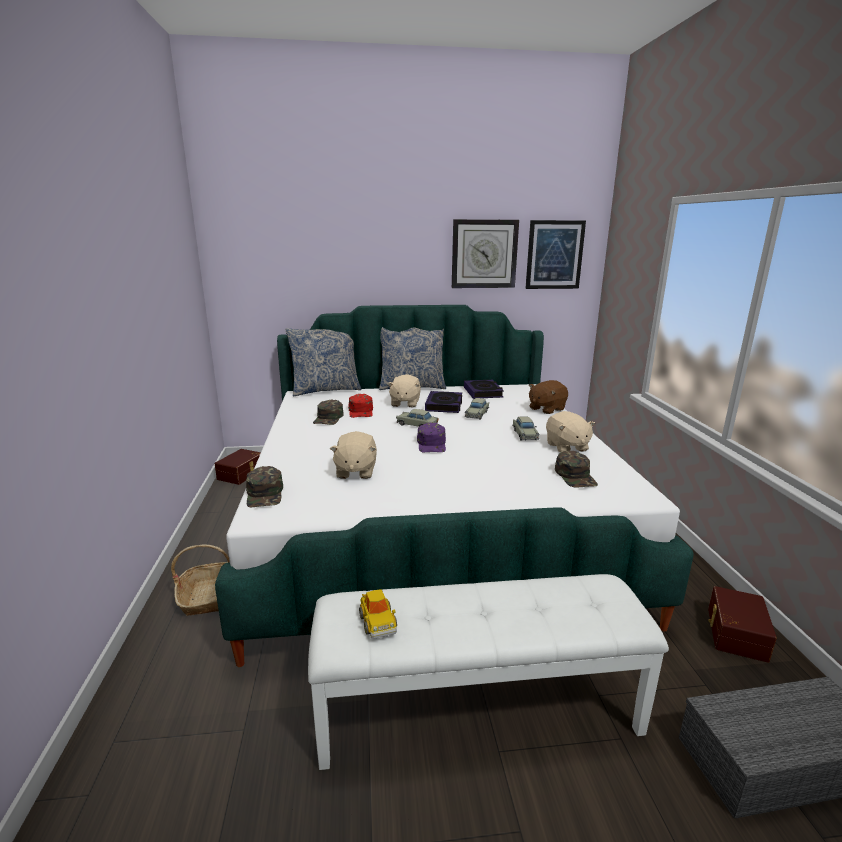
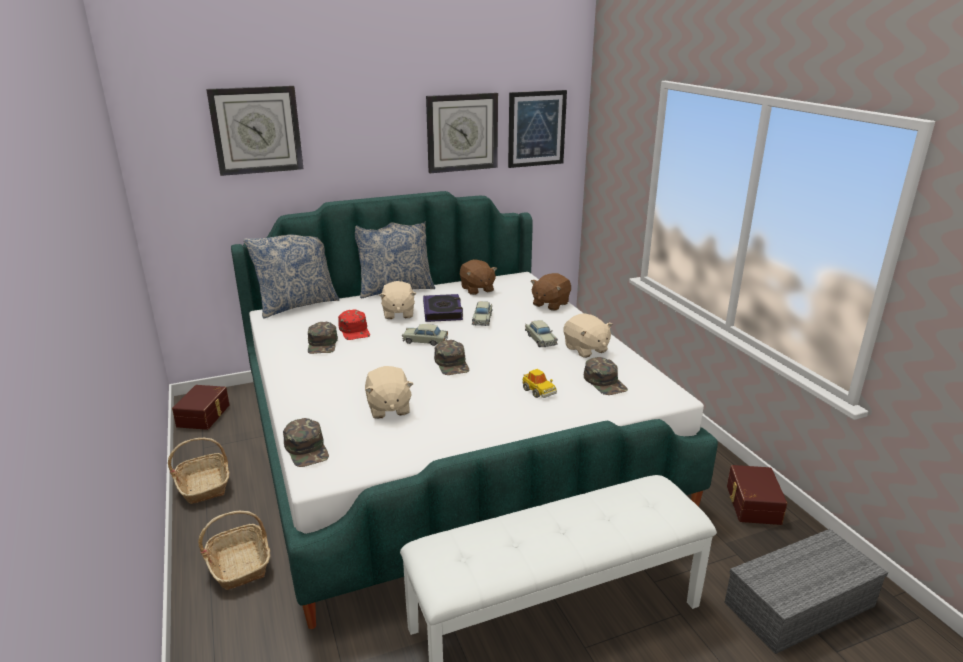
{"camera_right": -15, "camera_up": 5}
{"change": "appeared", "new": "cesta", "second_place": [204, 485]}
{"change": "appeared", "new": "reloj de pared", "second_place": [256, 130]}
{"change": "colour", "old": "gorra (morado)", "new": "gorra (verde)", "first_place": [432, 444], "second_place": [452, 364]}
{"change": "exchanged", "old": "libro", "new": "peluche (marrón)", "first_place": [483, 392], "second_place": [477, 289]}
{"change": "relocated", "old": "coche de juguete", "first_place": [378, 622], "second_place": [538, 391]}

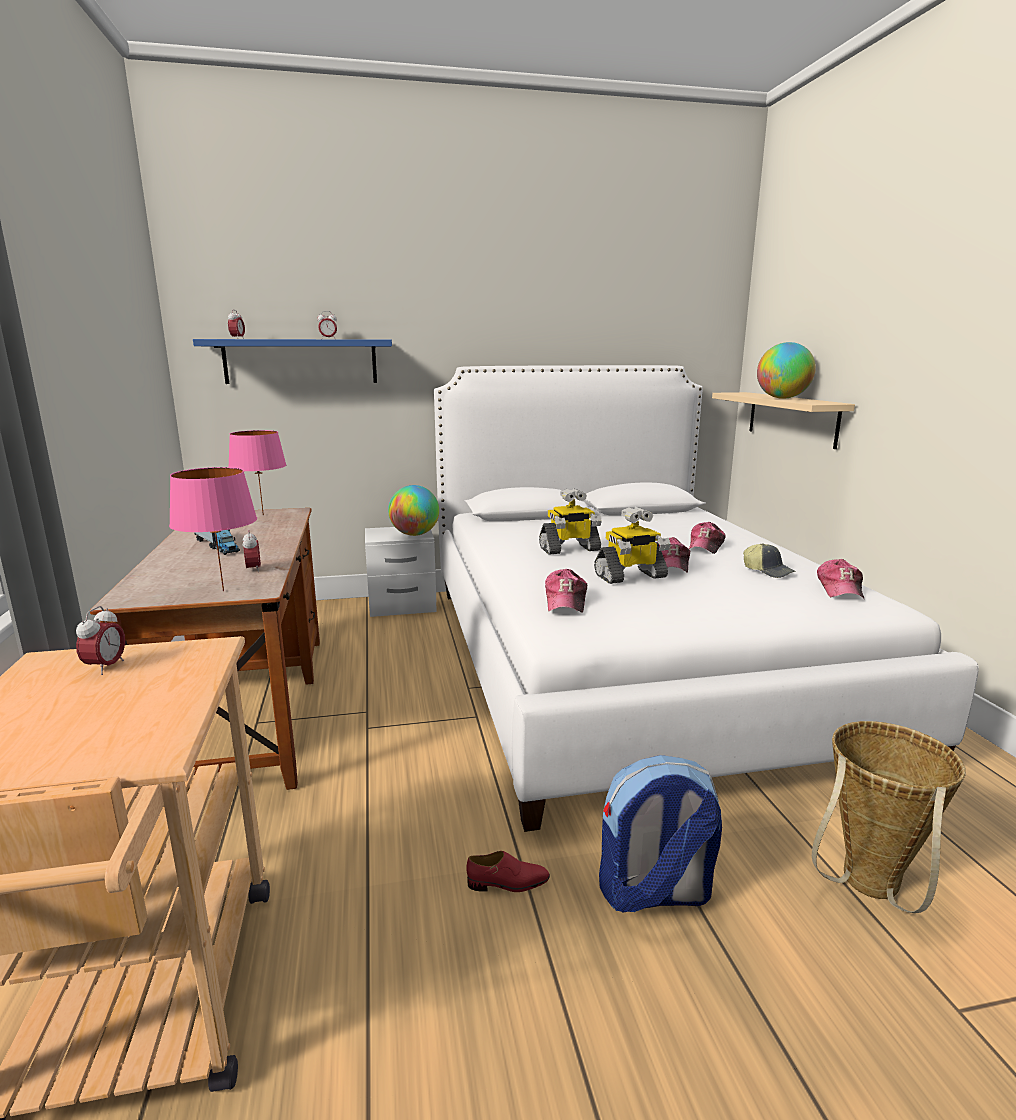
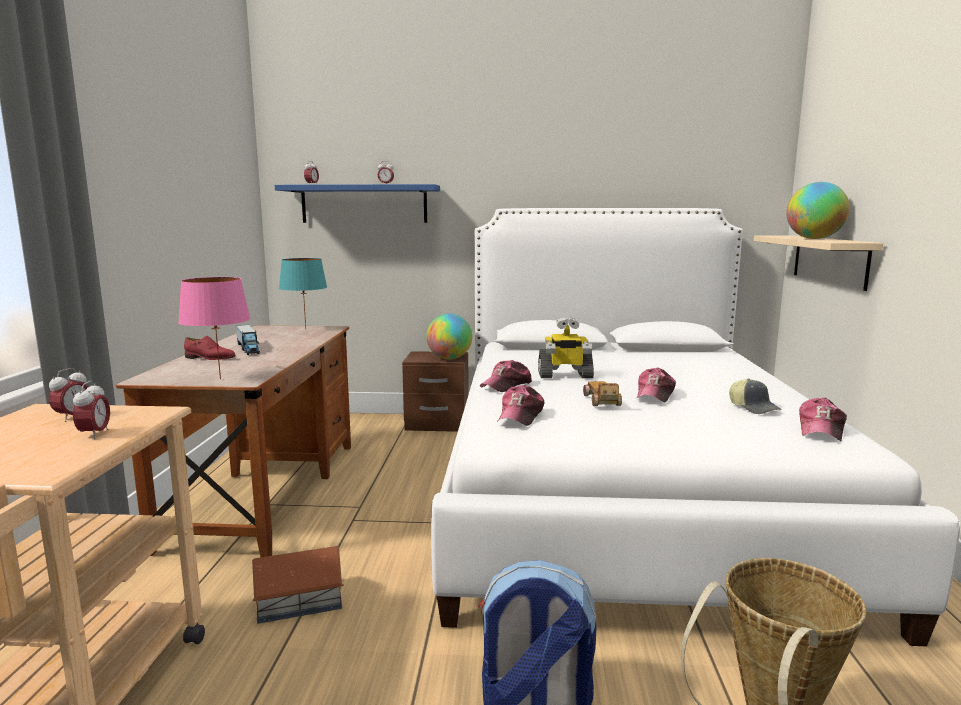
{"camera_right": 15, "camera_up": -5}
{"change": "relocated", "old": "despertador", "first_place": [253, 570], "second_place": [94, 434]}
{"change": "relocated", "old": "zapato (rojo)", "first_place": [508, 883], "second_place": [210, 358]}
{"change": "appeared", "new": "casita", "second_place": [298, 600]}
{"change": "colour", "old": "lámpara de mesa (rosa)", "new": "lámpara de mesa (turquesa)", "first_place": [262, 515], "second_place": [305, 329]}
{"change": "colour", "old": "mesita de noche (blanco)", "new": "mesita de noche (marrón)", "first_place": [402, 606], "second_place": [437, 424]}
{"change": "relocated", "old": "gorra", "first_place": [705, 546], "second_place": [507, 385]}
{"change": "exchanged", "old": "robot de juguete", "new": "coche de juguete", "first_place": [630, 576], "second_place": [601, 401]}

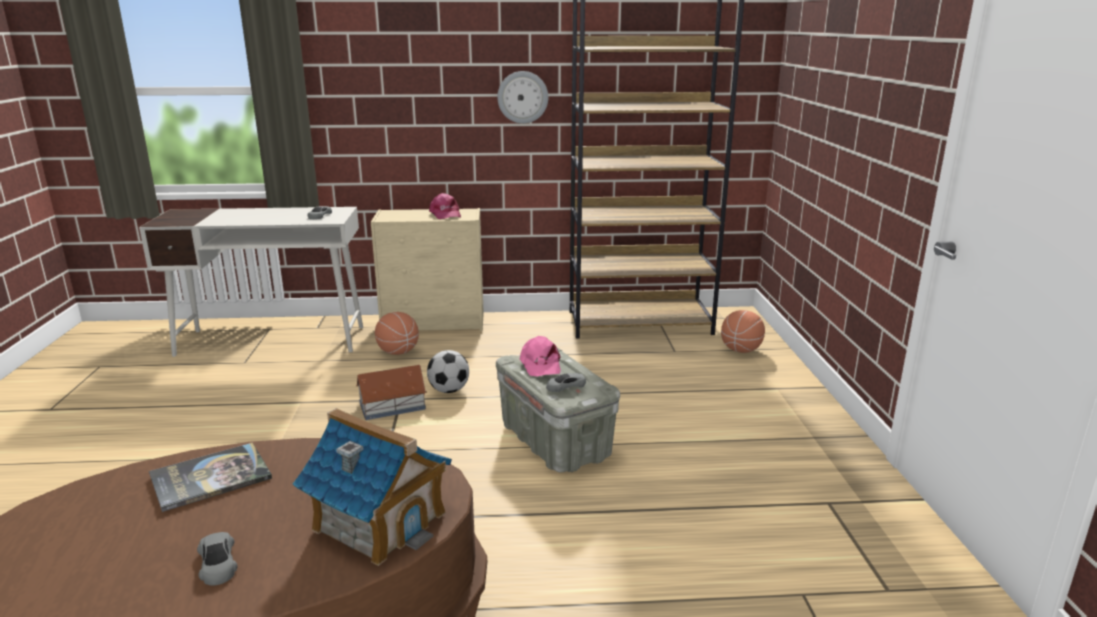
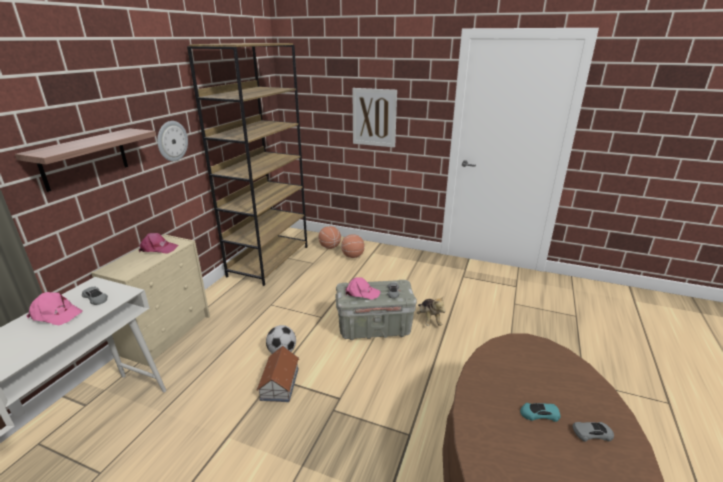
{"camera_right": -65, "camera_up": 5}
{"change": "appeared", "new": "estante", "second_place": [84, 159]}
{"change": "appeared", "new": "gorra (rosa)", "second_place": [56, 314]}
{"change": "relocated", "old": "balón de baloncesto", "first_place": [398, 352], "second_place": [353, 256]}
{"change": "appeared", "new": "cuadro", "second_place": [374, 117]}
{"change": "appeared", "new": "peluche", "second_place": [429, 320]}
{"change": "appeared", "new": "coche de juguete (turquesa)", "second_place": [539, 414]}
{"change": "missing", "old": "libro", "first_place": [211, 477]}
{"change": "missing", "old": "casita", "first_place": [379, 521]}

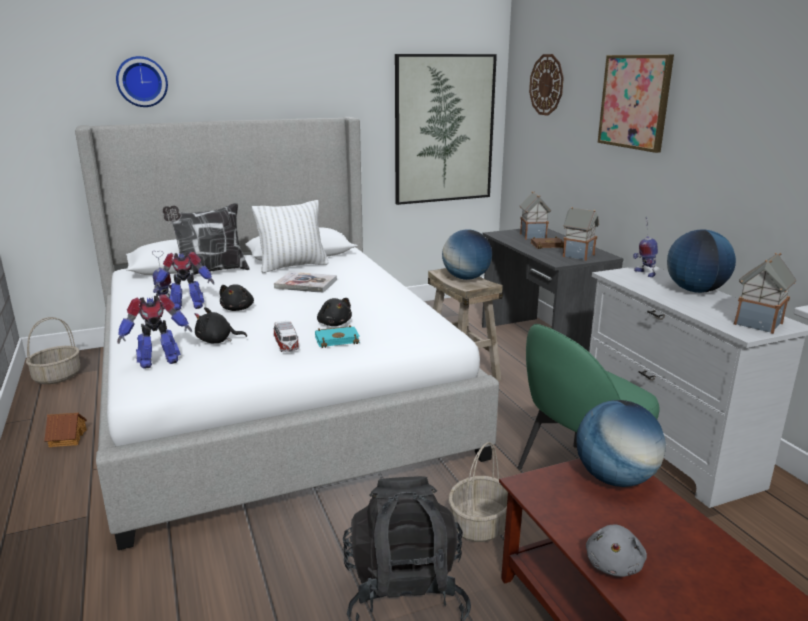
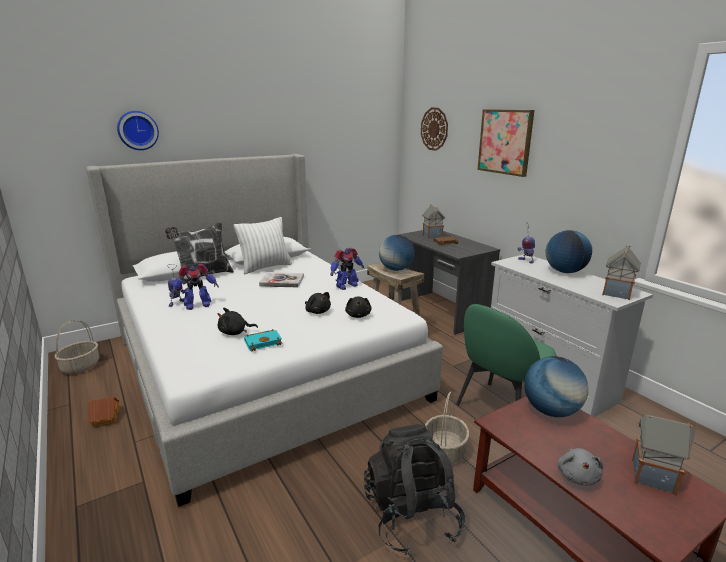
{"camera_right": -10, "camera_up": 0}
{"change": "relocated", "old": "libro (turquesa)", "first_place": [338, 339], "second_place": [263, 342]}
{"change": "relocated", "old": "robot de juguete", "first_place": [158, 361], "second_place": [346, 286]}
{"change": "relocated", "old": "peluche (negro)", "first_place": [238, 309], "second_place": [358, 315]}
{"change": "relocated", "old": "casita", "first_place": [577, 255], "second_place": [651, 476]}
{"change": "missing", "old": "coche de juguete", "first_place": [286, 345]}
{"change": "missing", "old": "cuadro", "first_place": [444, 129]}

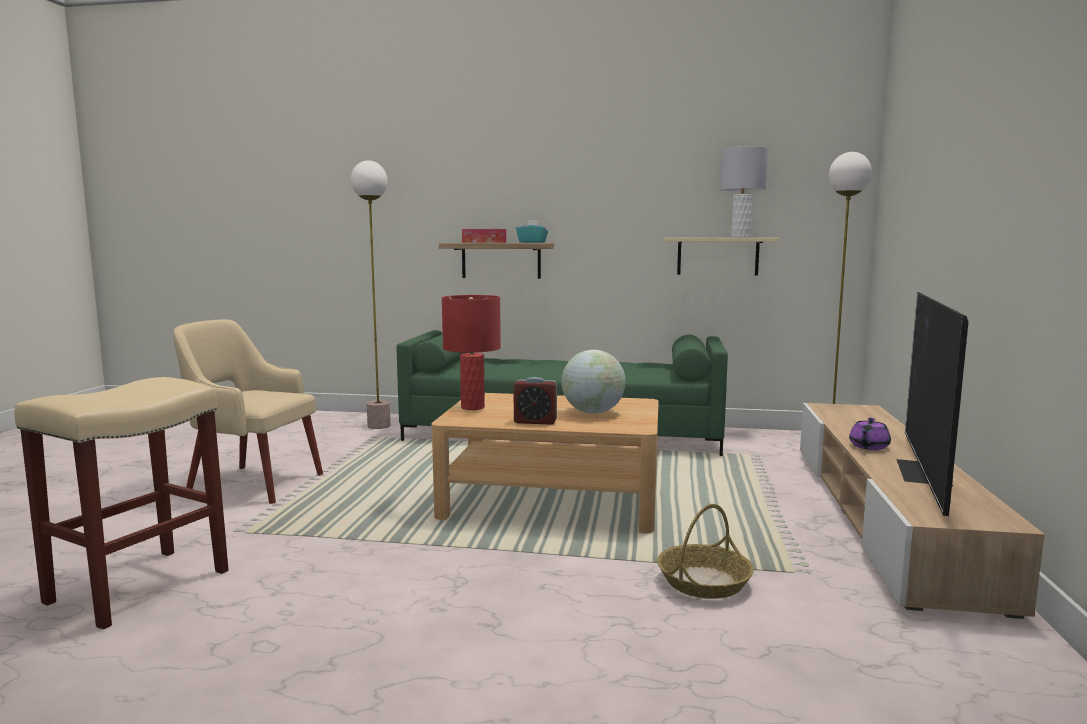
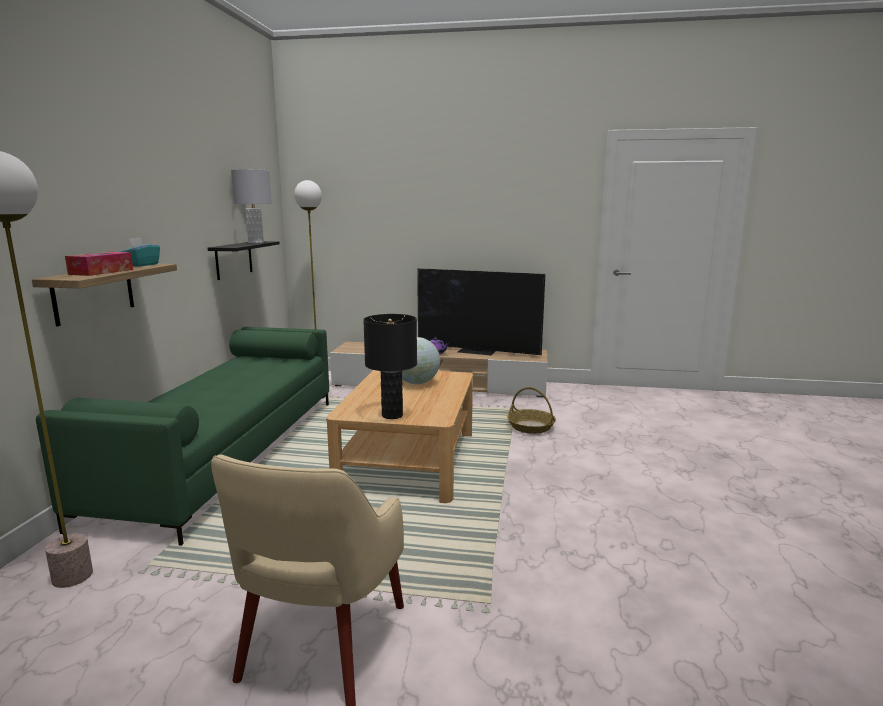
{"camera_right": -90, "camera_up": 5}
{"change": "colour", "old": "estante (beis)", "new": "estante (negro)", "first_place": [717, 256], "second_place": [234, 260]}
{"change": "colour", "old": "lámpara de mesa (rojo)", "new": "lámpara de mesa (negro)", "first_place": [473, 407], "second_place": [392, 415]}
{"change": "missing", "old": "taburete (beis)", "first_place": [137, 587]}
{"change": "missing", "old": "despertador", "first_place": [535, 421]}

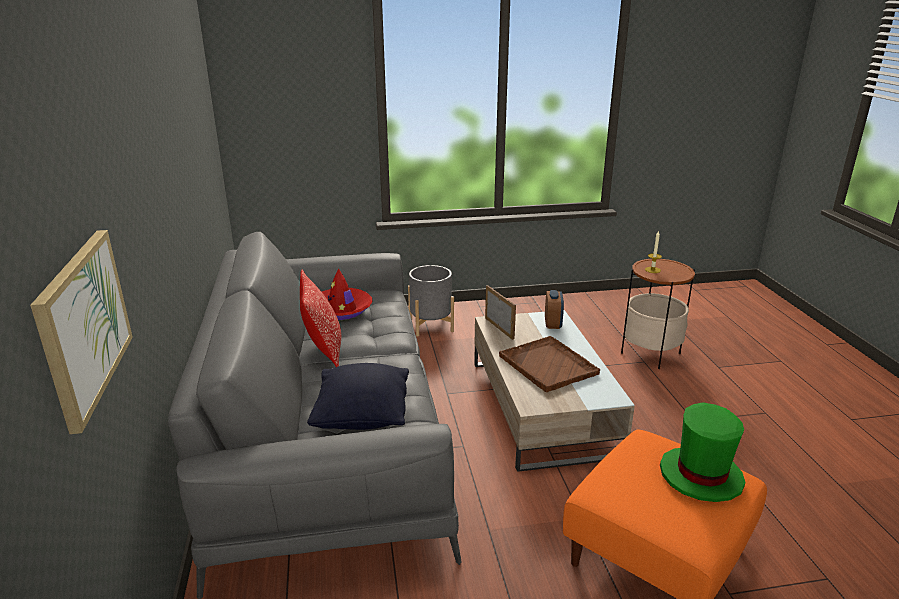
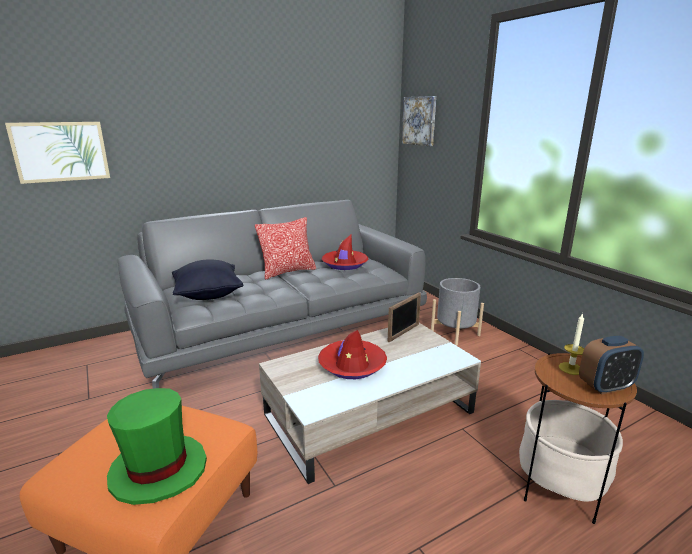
{"camera_right": 70, "camera_up": -5}
{"change": "exchanged", "old": "bandeja (marrón)", "new": "sombrero (rojo)", "first_place": [548, 365], "second_place": [352, 365]}
{"change": "appeared", "new": "cuadro", "second_place": [419, 121]}
{"change": "relocated", "old": "despertador", "first_place": [552, 324], "second_place": [605, 386]}

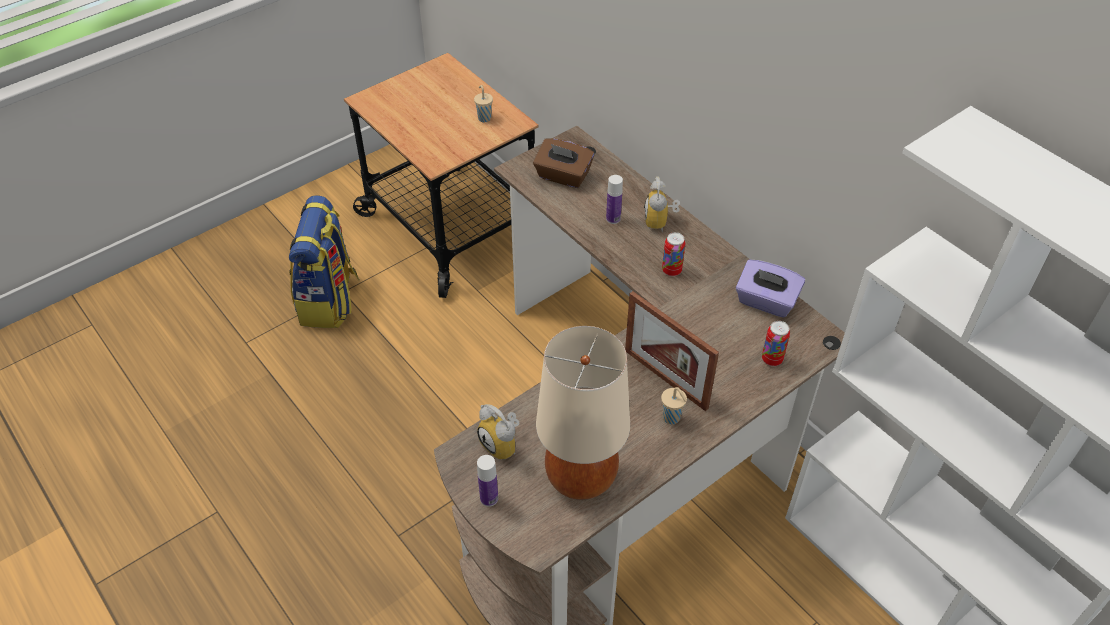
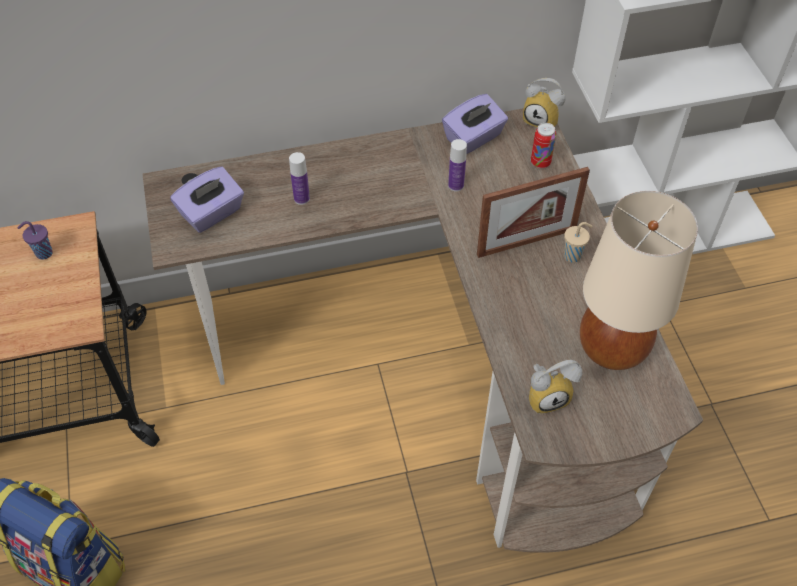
{"camera_right": -65, "camera_up": 5}
{"change": "colour", "old": "taza (beis)", "new": "taza (morado)", "first_place": [484, 118], "second_place": [43, 253]}
{"change": "colour", "old": "caja de pañuelos (marrón)", "new": "caja de pañuelos (morado)", "first_place": [563, 176], "second_place": [212, 213]}
{"change": "relocated", "old": "botella", "first_place": [489, 498], "second_place": [456, 185]}
{"change": "relocated", "old": "despertador", "first_place": [660, 222], "second_place": [542, 120]}
{"change": "missing", "old": "lata", "first_place": [671, 270]}

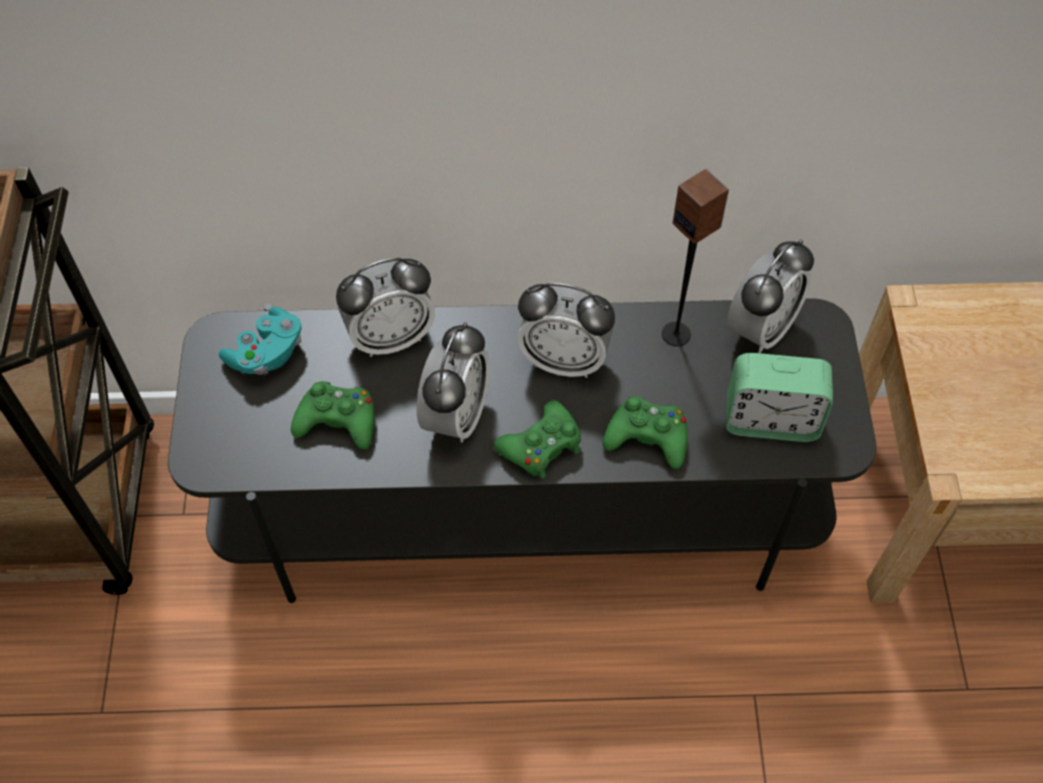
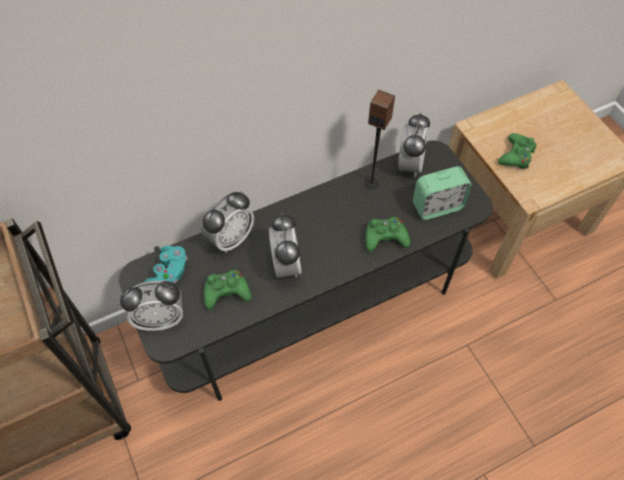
{"camera_right": -25, "camera_up": 0}
{"change": "relocated", "old": "despertador", "first_place": [564, 359], "second_place": [161, 318]}
{"change": "relocated", "old": "mando de consola (verde)", "first_place": [541, 446], "second_place": [516, 155]}

